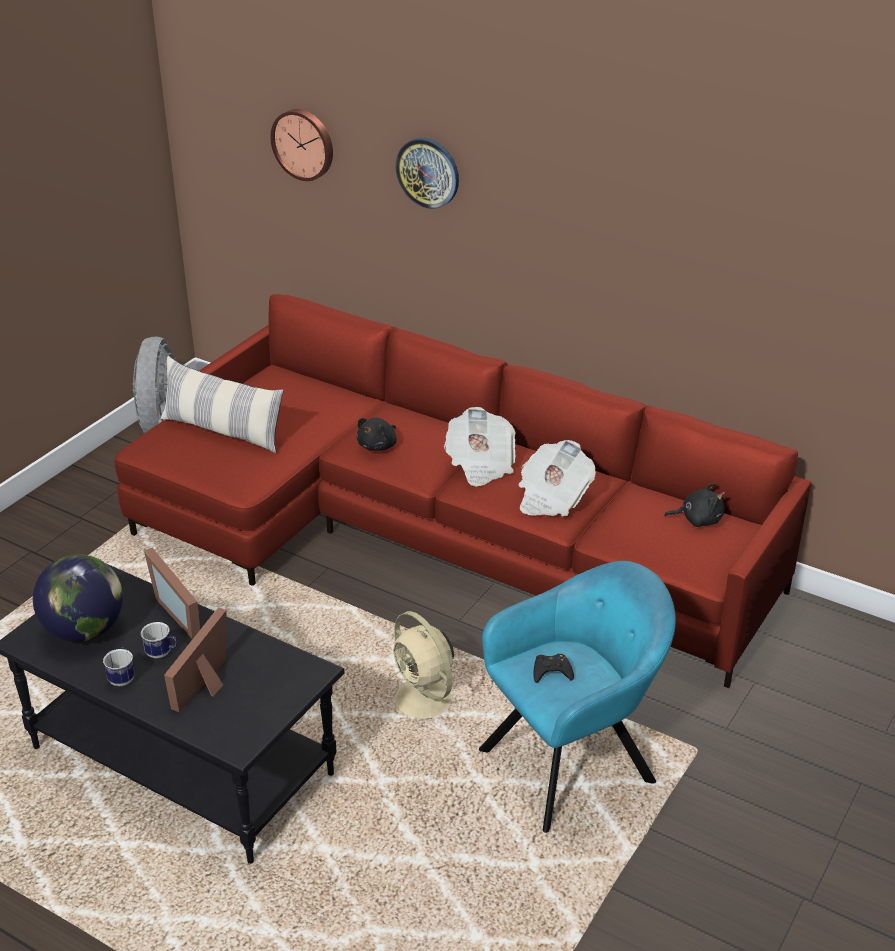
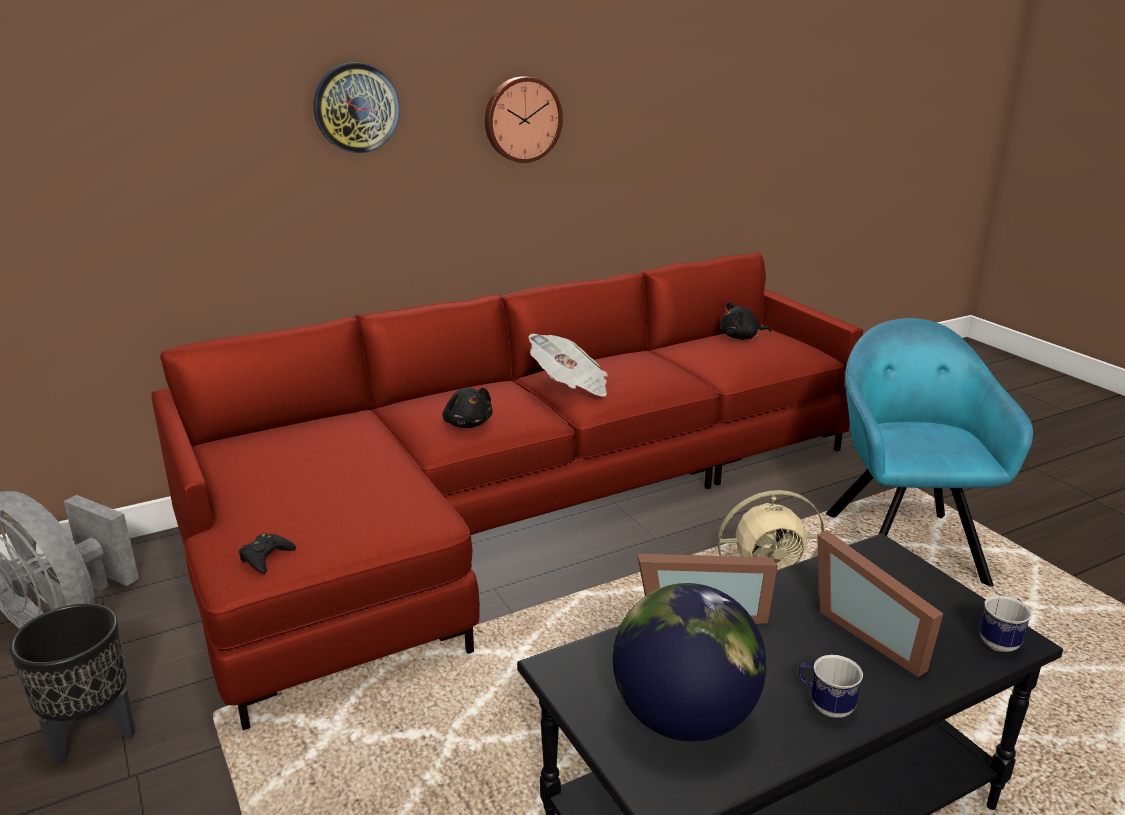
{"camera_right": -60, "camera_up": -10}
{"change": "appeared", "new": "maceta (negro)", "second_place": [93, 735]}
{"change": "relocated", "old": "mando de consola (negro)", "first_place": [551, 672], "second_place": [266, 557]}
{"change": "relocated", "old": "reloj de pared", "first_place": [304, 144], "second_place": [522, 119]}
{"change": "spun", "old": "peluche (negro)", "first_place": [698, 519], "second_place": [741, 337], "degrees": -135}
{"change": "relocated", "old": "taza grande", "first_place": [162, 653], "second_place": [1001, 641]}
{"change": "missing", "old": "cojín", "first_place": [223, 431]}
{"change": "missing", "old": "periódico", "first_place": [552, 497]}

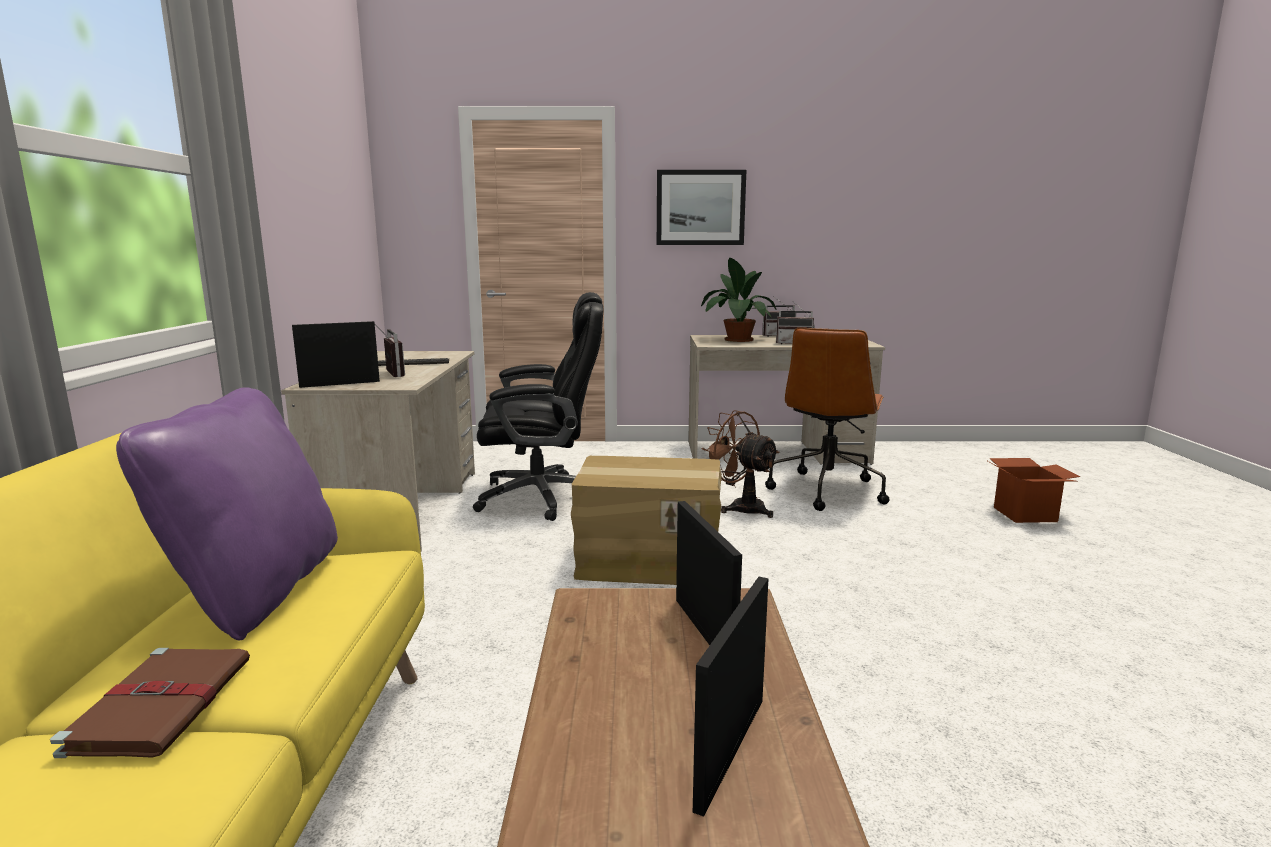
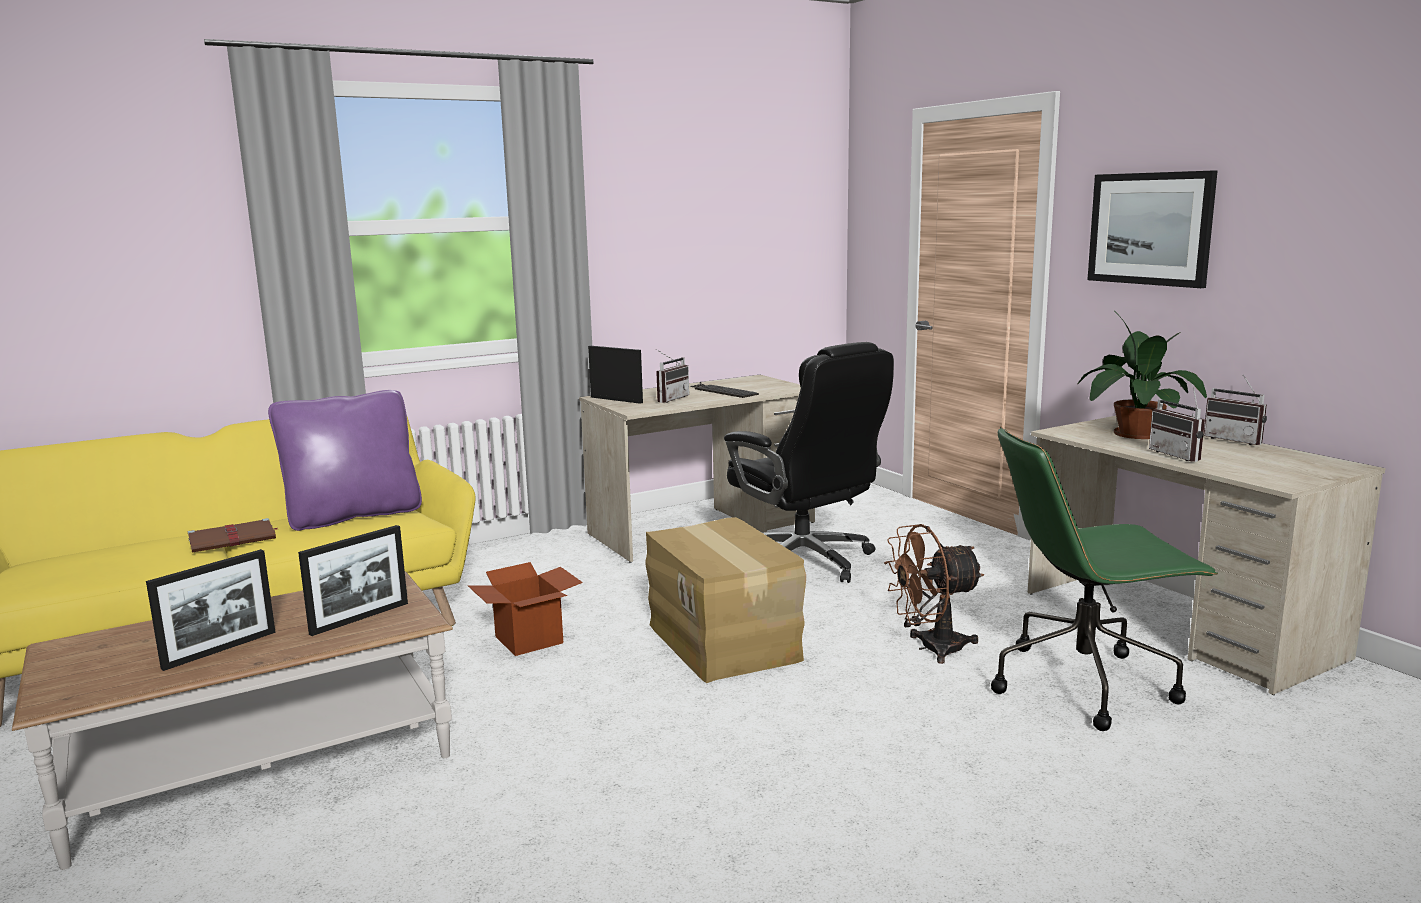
{"camera_right": 60, "camera_up": 0}
{"change": "spun", "old": "portarretratos", "first_place": [731, 751], "second_place": [220, 650], "degrees": 135}
{"change": "relocated", "old": "caja de cartón", "first_place": [1025, 514], "second_place": [528, 640]}
{"change": "spun", "old": "ventilador (marrón)", "first_place": [740, 507], "second_place": [931, 648], "degrees": -120}
{"change": "colour", "old": "silla de oficina (marrón)", "new": "silla de oficina (verde)", "first_place": [826, 490], "second_place": [1084, 684]}

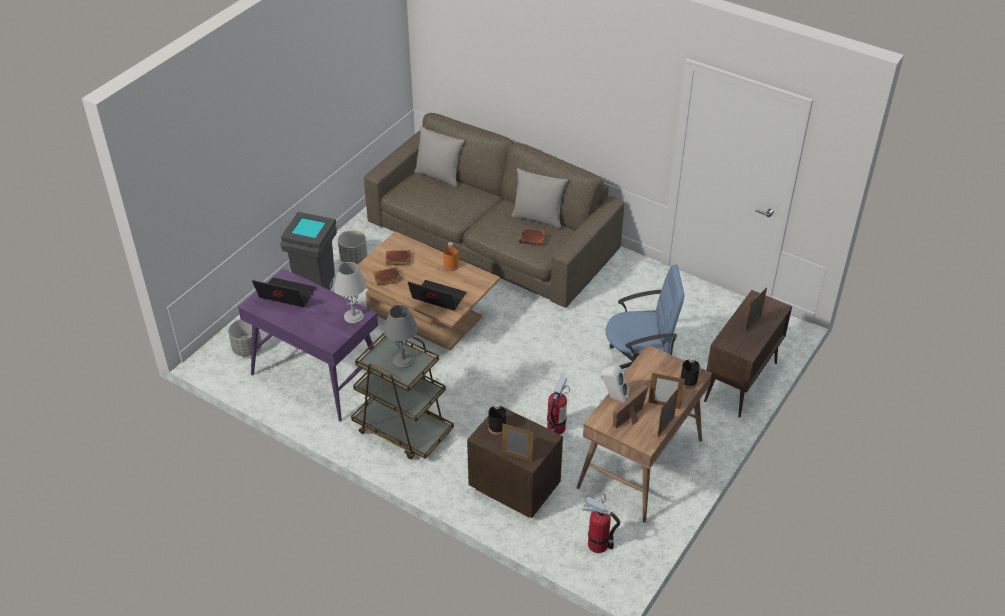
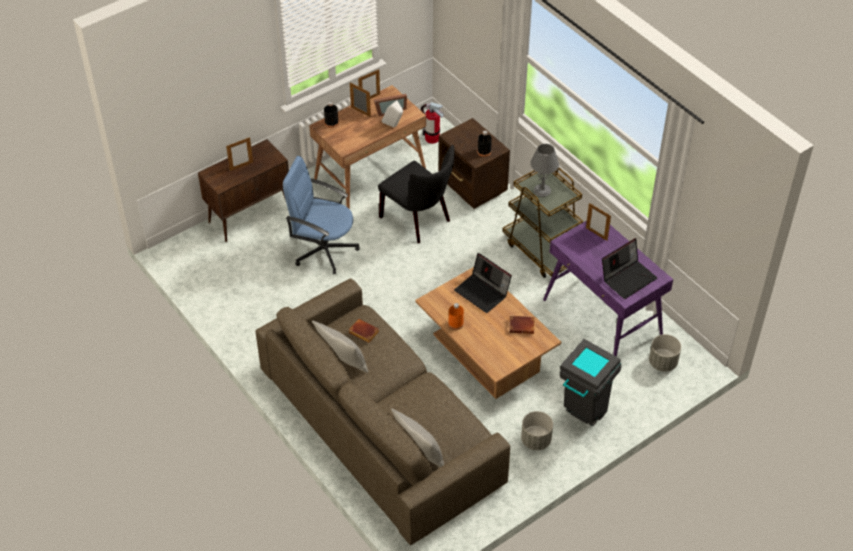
{"camera_right": -160, "camera_up": 5}
{"change": "exchanged", "old": "extintor", "new": "silla (negro)", "first_place": [556, 428], "second_place": [418, 220]}
{"change": "relocated", "old": "portarretratos", "first_place": [517, 457], "second_place": [596, 234]}
{"change": "spun", "old": "portátil", "first_place": [285, 296], "second_place": [628, 278], "degrees": -75}
{"change": "missing", "old": "lámpara de mesa (gris)", "first_place": [353, 316]}
{"change": "missing", "old": "libro (marrón)", "first_place": [397, 260]}

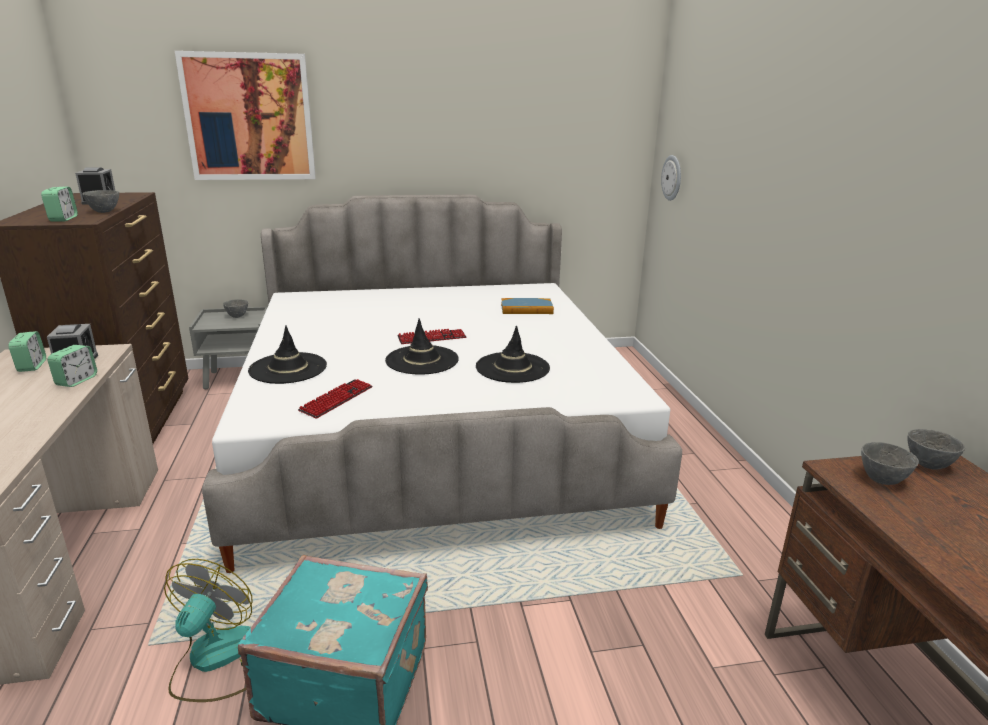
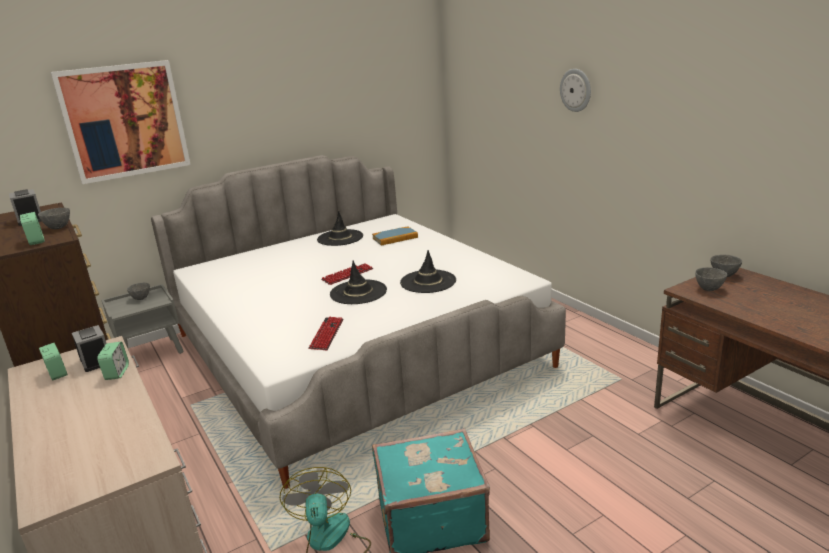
{"camera_right": -20, "camera_up": 0}
{"change": "relocated", "old": "sombrero (negro)", "first_place": [288, 368], "second_place": [340, 238]}
{"change": "relocated", "old": "reloj de pared", "first_place": [672, 178], "second_place": [576, 90]}

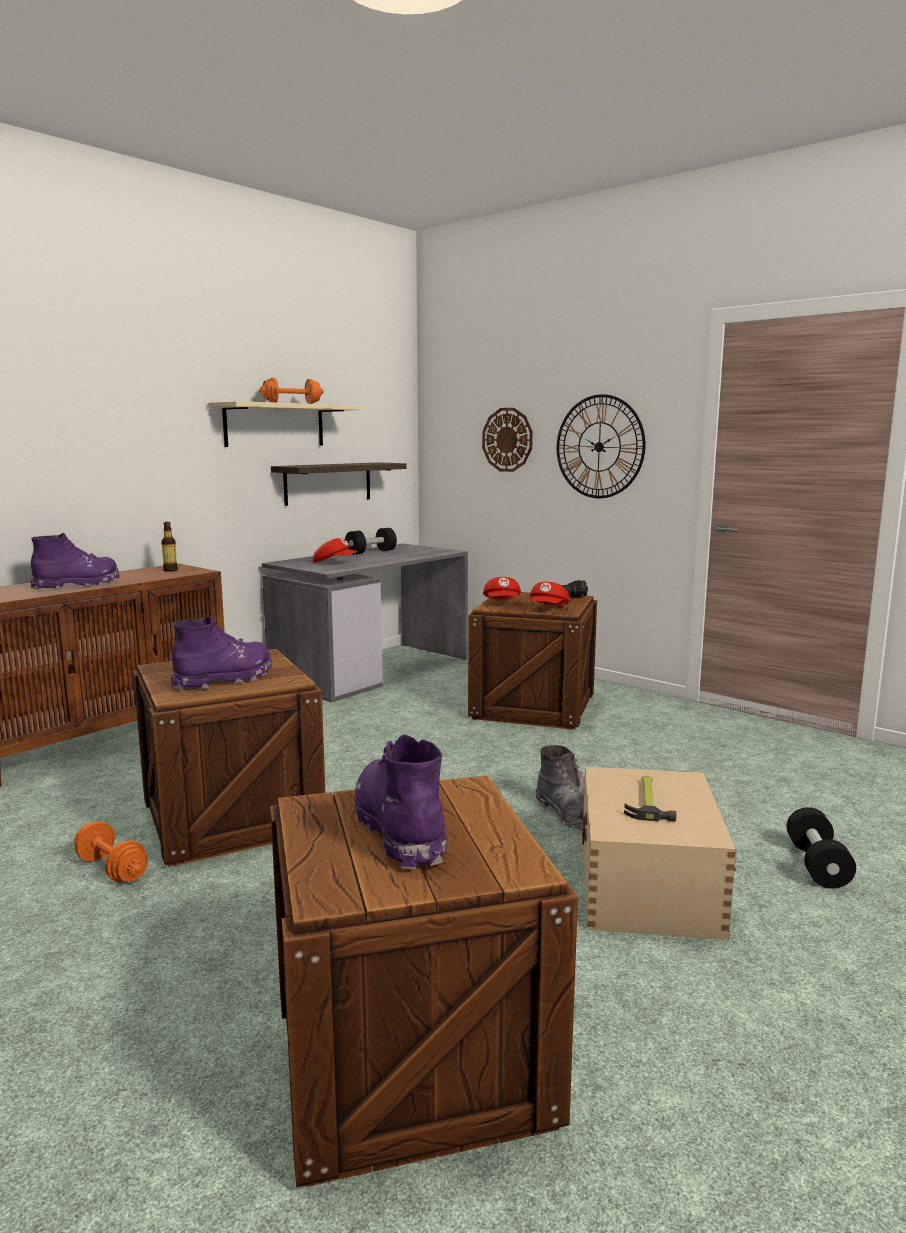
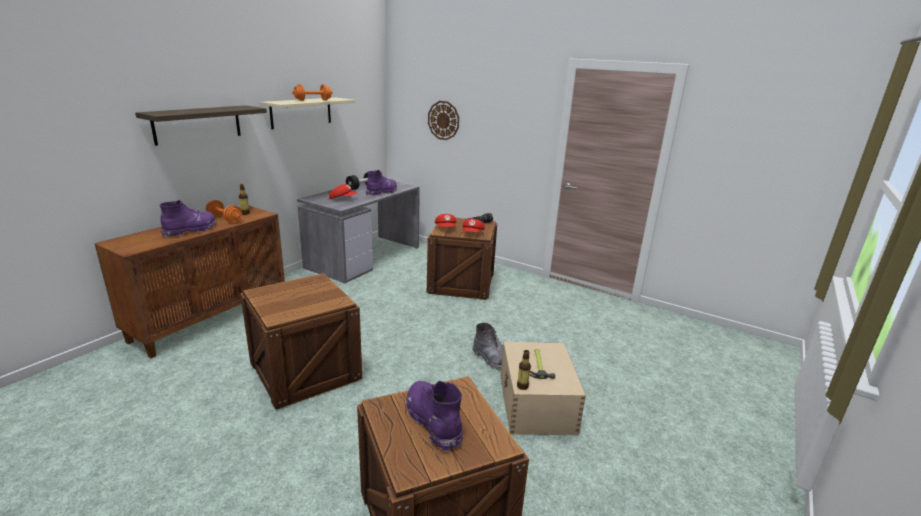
{"camera_right": -10, "camera_up": 10}
{"change": "relocated", "old": "estante", "first_place": [328, 483], "second_place": [198, 124]}
{"change": "relocated", "old": "mancuerna (naranja)", "first_place": [112, 869], "second_place": [225, 219]}
{"change": "relocated", "old": "bota (morado)", "first_place": [225, 680], "second_place": [382, 192]}
{"change": "appeared", "new": "botella", "second_place": [522, 386]}
{"change": "missing", "old": "reloj de pared", "first_place": [599, 447]}
{"change": "missing", "old": "mancuerna (negro)", "first_place": [817, 865]}

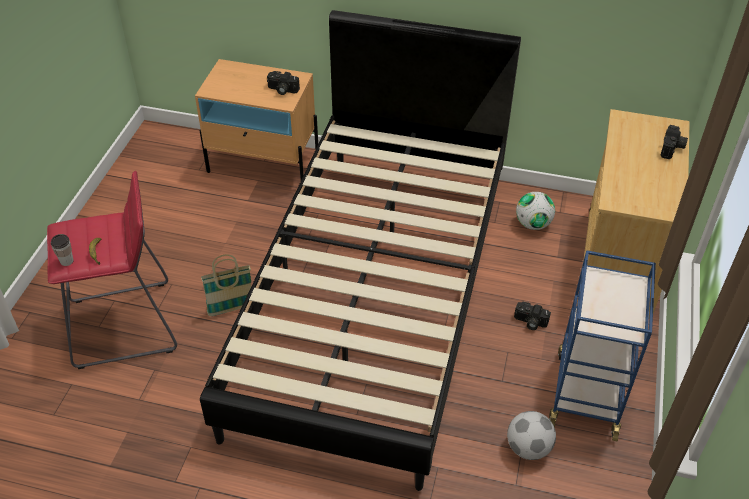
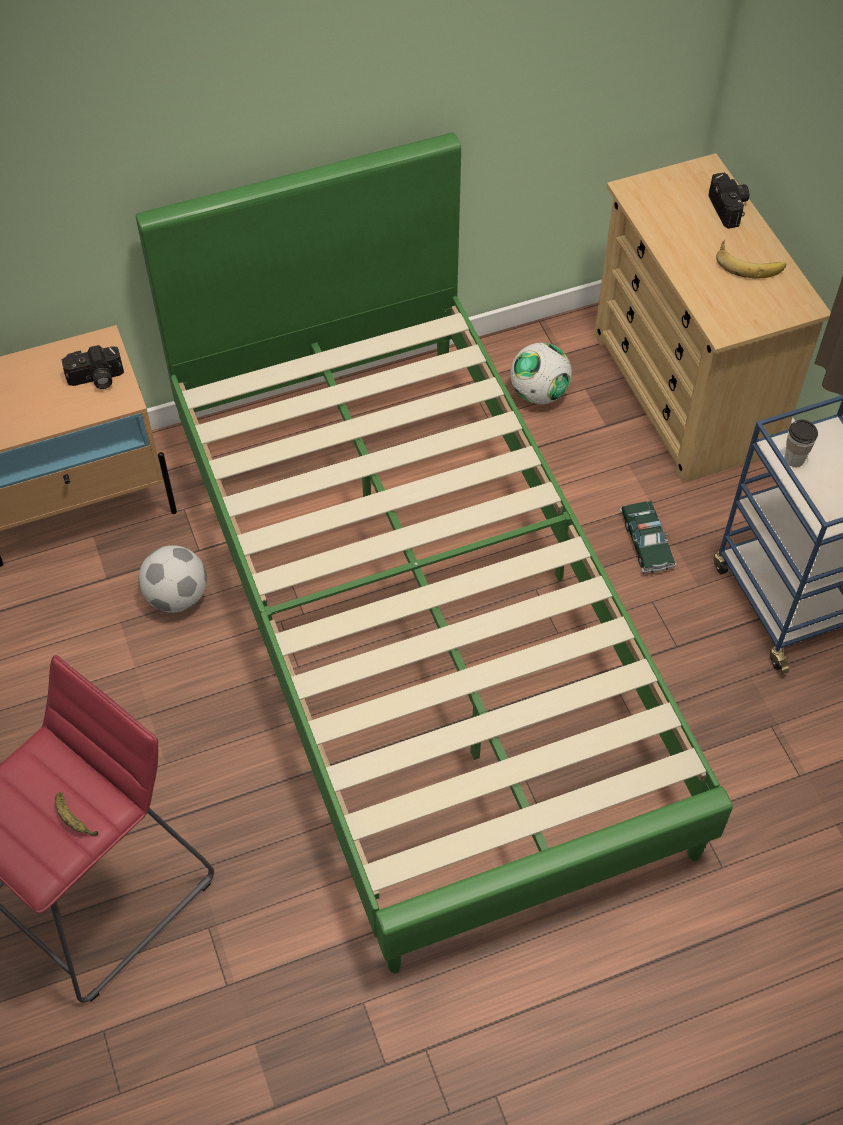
{"camera_right": -35, "camera_up": 10}
{"change": "colour", "old": "cama (negro)", "new": "cama (verde)", "first_place": [374, 297], "second_place": [421, 624]}
{"change": "relocated", "old": "balón de fútbol", "first_place": [528, 448], "second_place": [176, 597]}
{"change": "exchanged", "old": "cámara", "new": "coche de juguete", "first_place": [530, 322], "second_place": [646, 542]}
{"change": "appeared", "new": "plátano", "second_place": [749, 262]}
{"change": "relocated", "old": "taza", "first_place": [66, 261], "second_place": [794, 459]}
{"change": "missing", "old": "cesta", "first_place": [231, 309]}

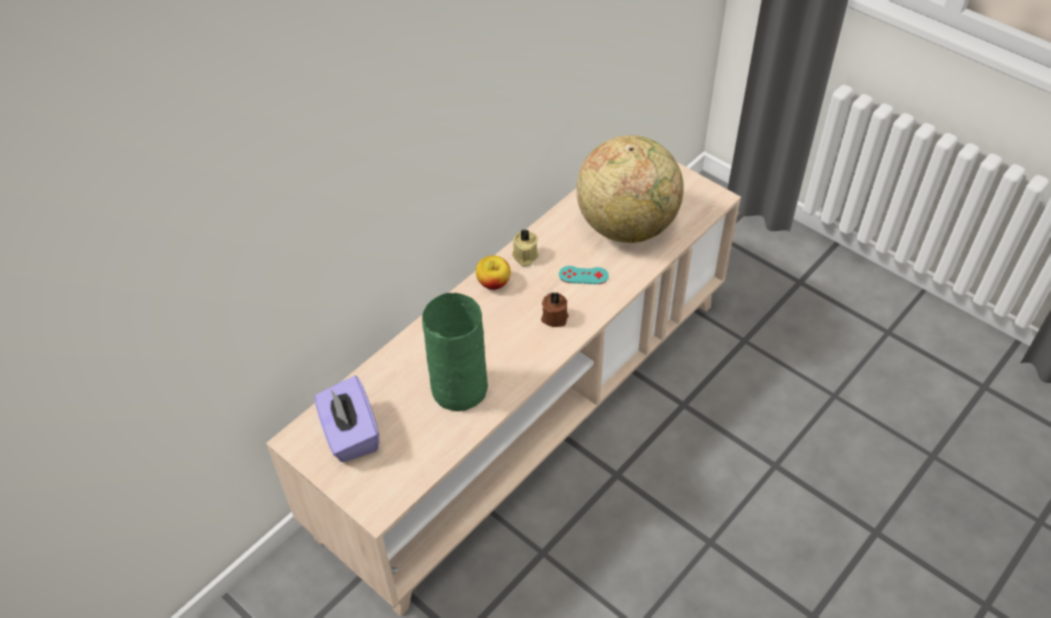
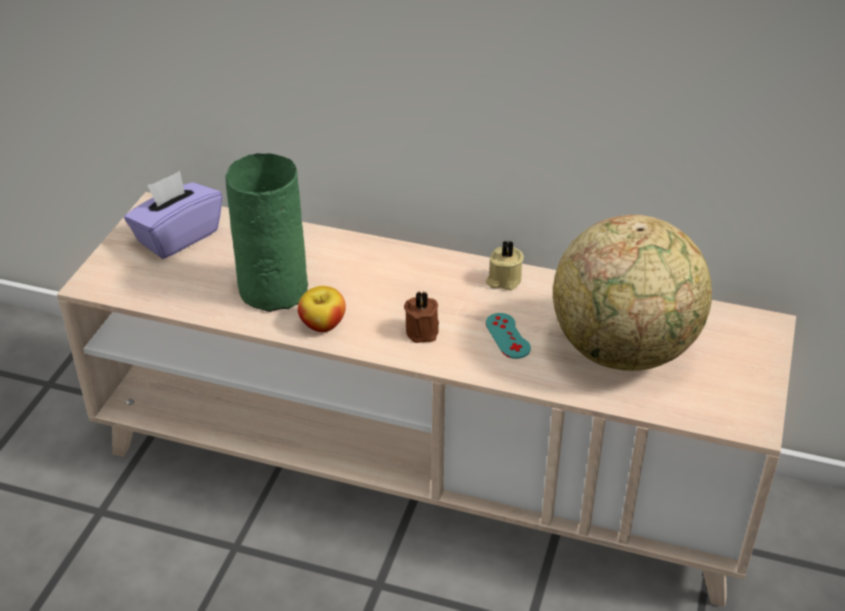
{"camera_right": 65, "camera_up": -10}
{"change": "relocated", "old": "manzana", "first_place": [493, 283], "second_place": [323, 324]}

